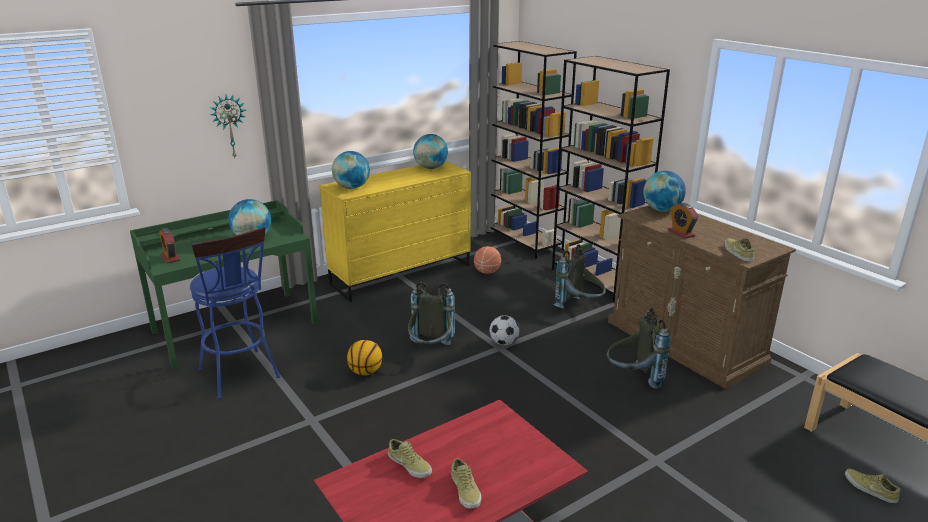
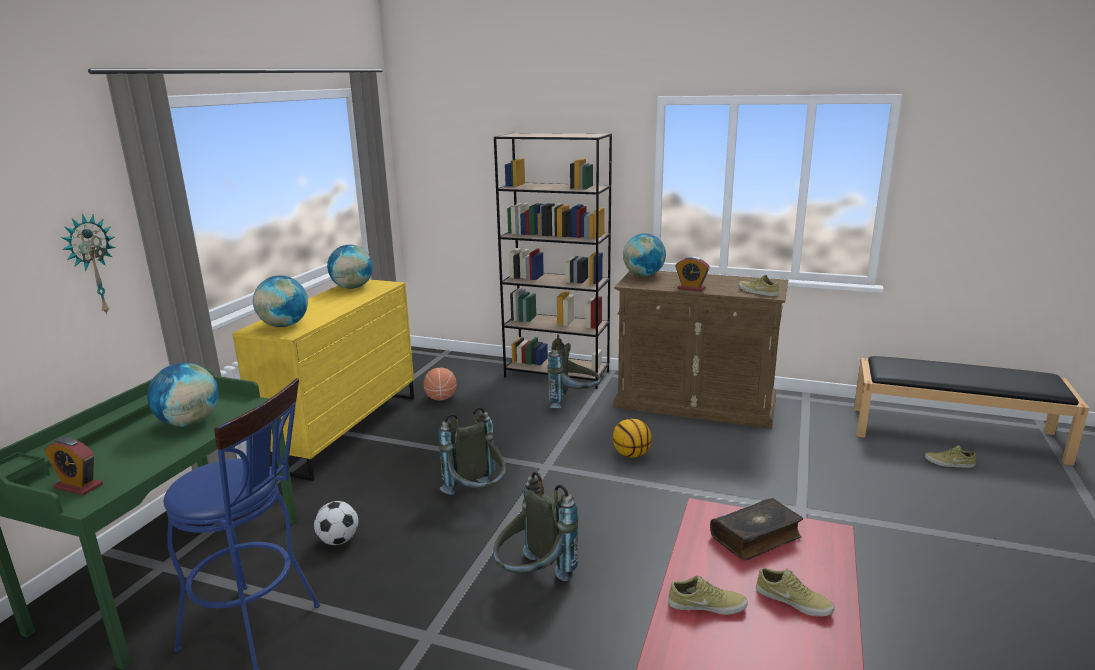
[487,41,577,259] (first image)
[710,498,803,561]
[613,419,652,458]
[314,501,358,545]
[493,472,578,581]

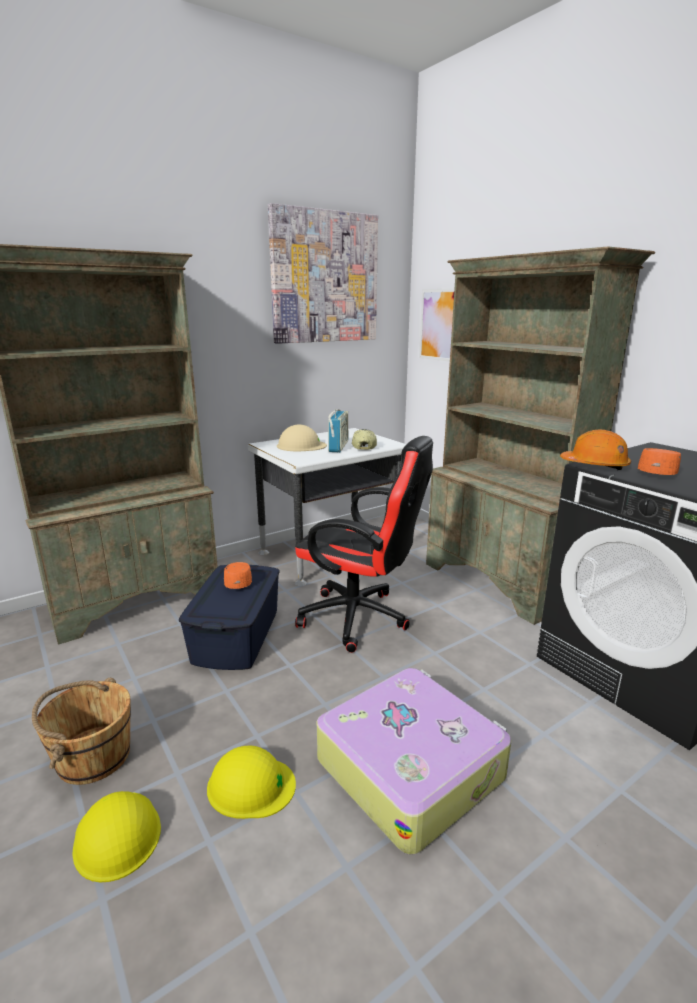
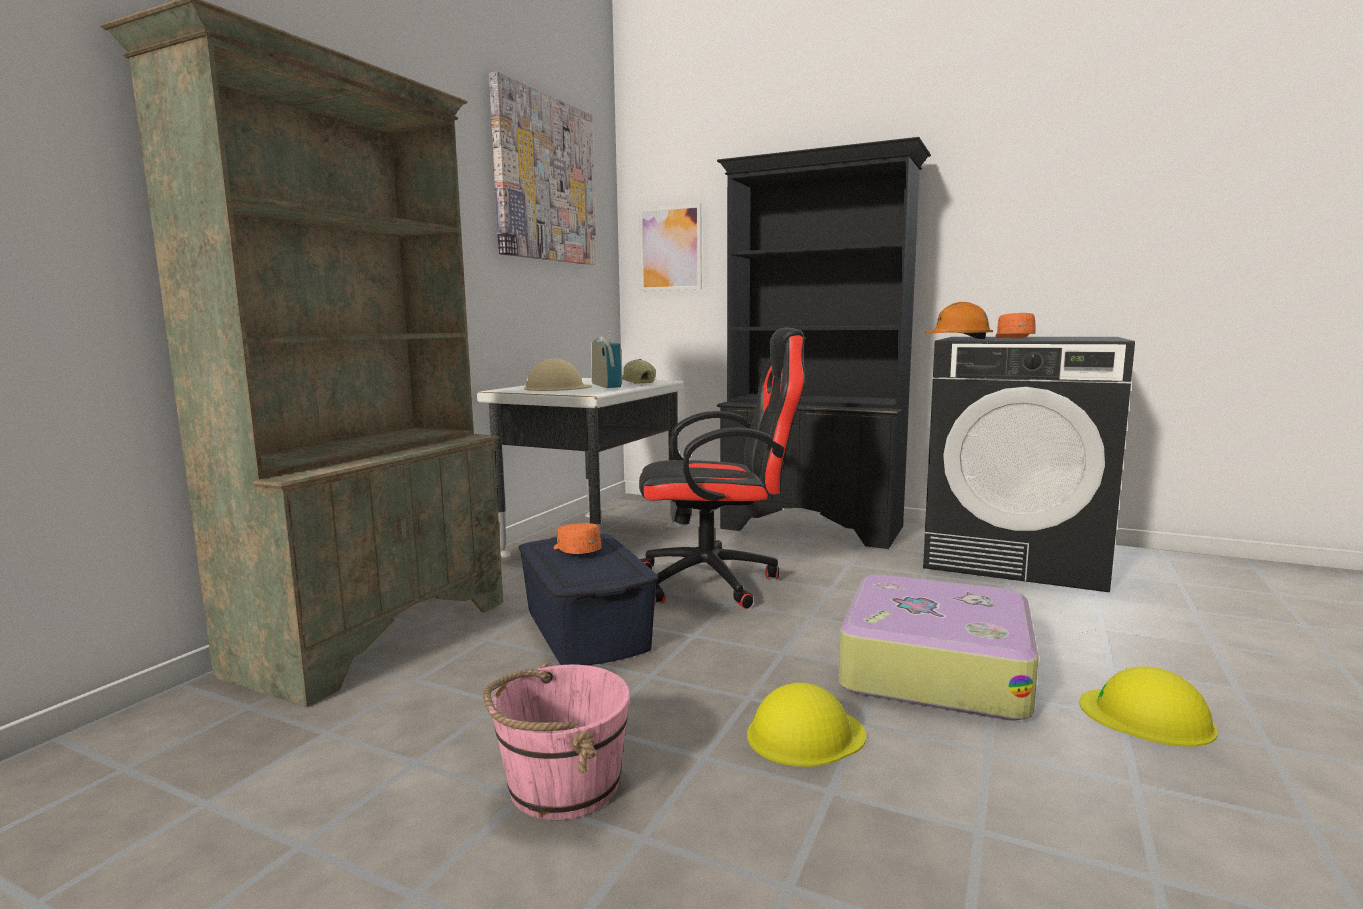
[1079,666,1218,747]
[483,663,630,820]
[717,137,931,549]

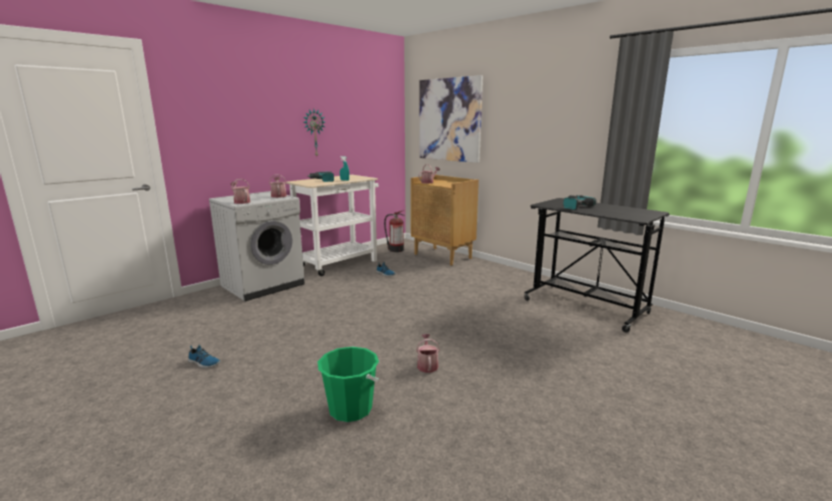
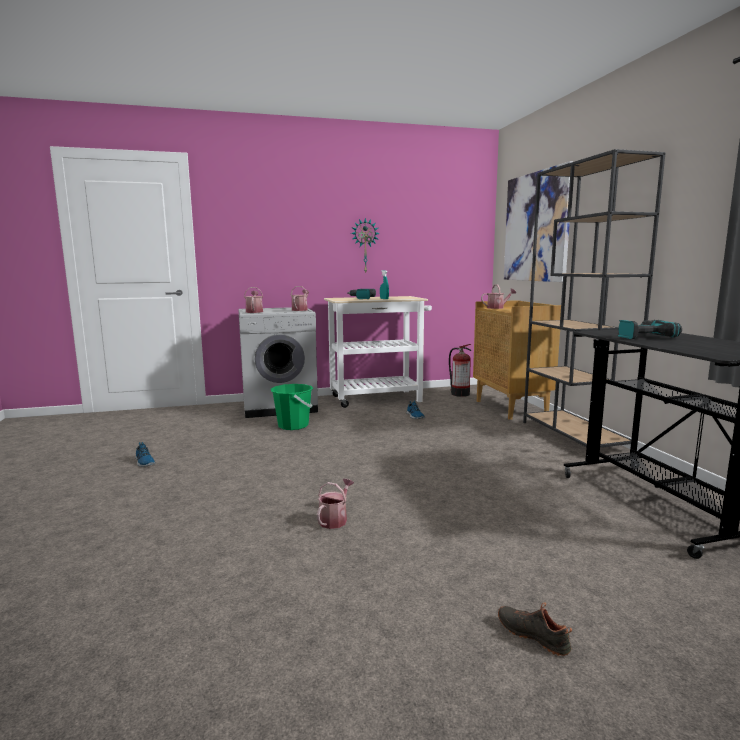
[498,602,572,656]
[523,149,666,448]
[271,384,313,430]

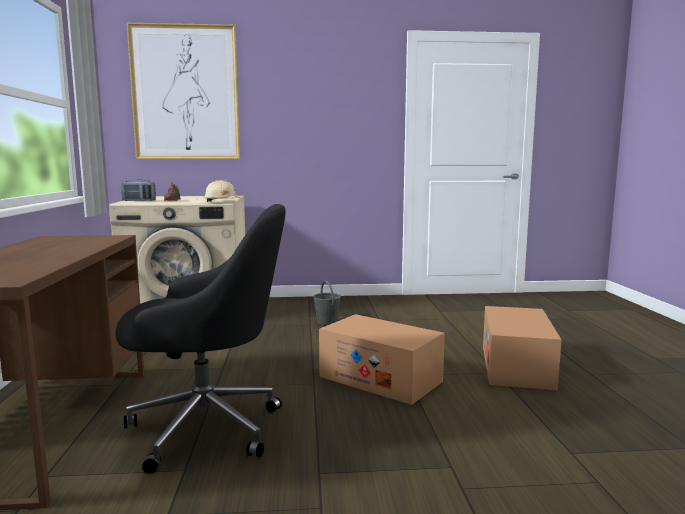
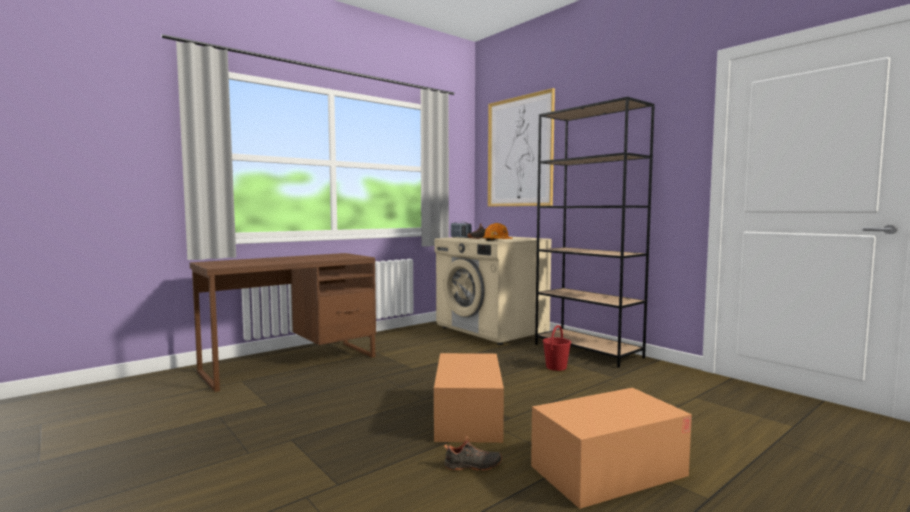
[116,204,286,474] (first image)
[444,436,502,471]
[535,97,655,368]
[483,223,512,241]
[543,325,571,371]

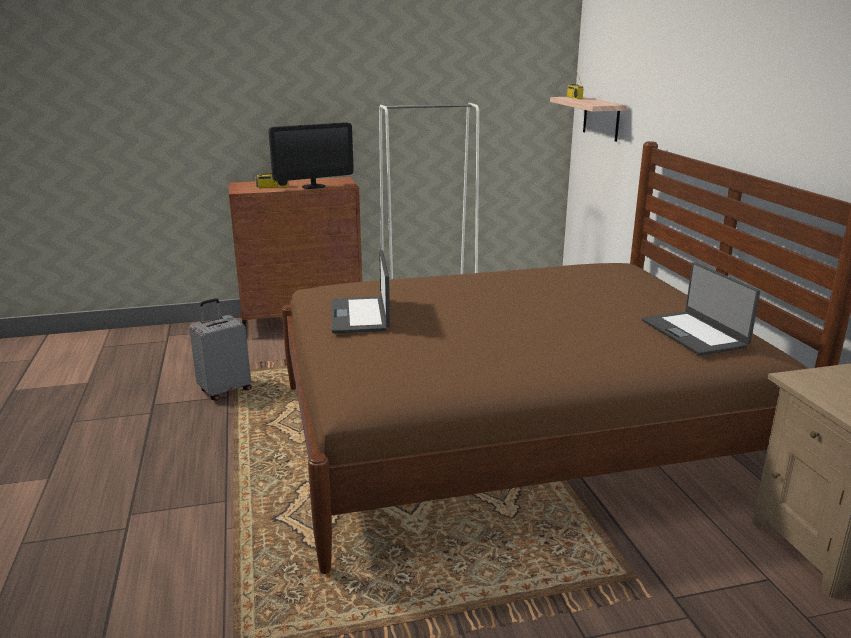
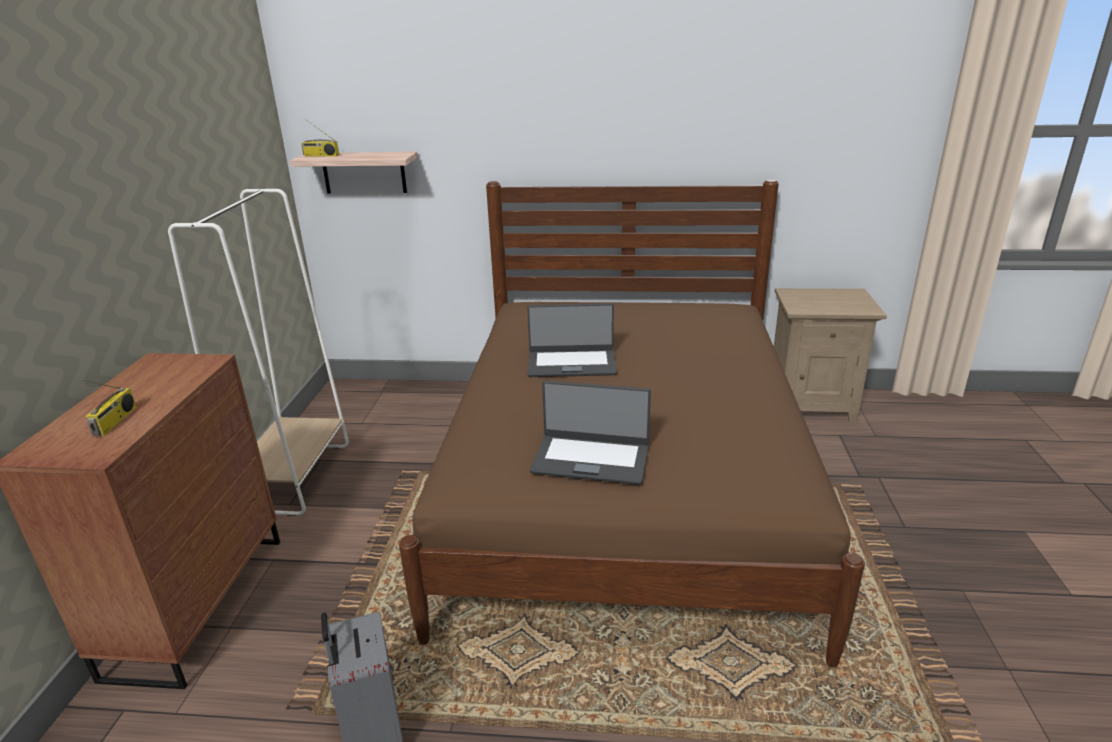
[269,122,353,189] (first image)
[527,303,617,377]

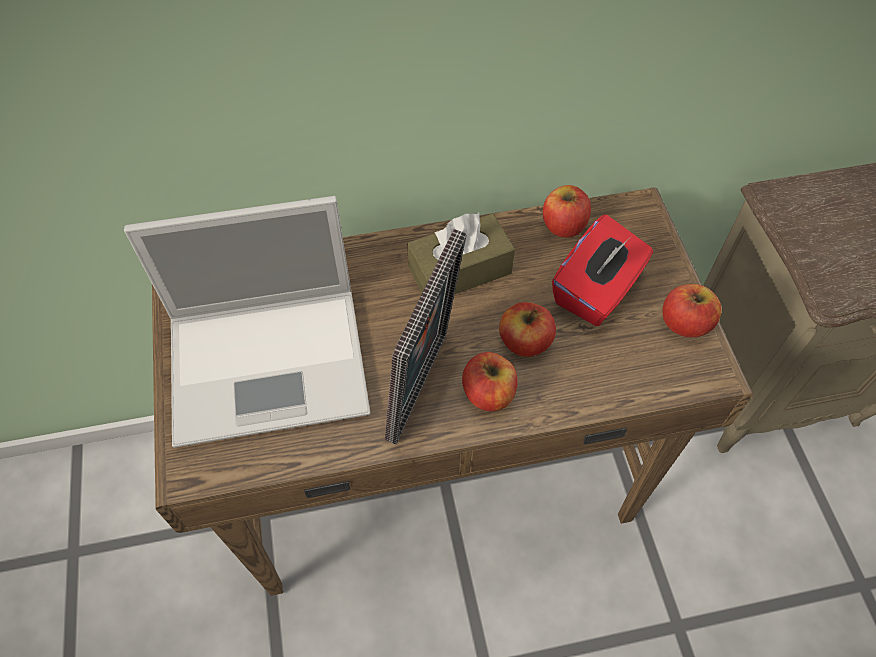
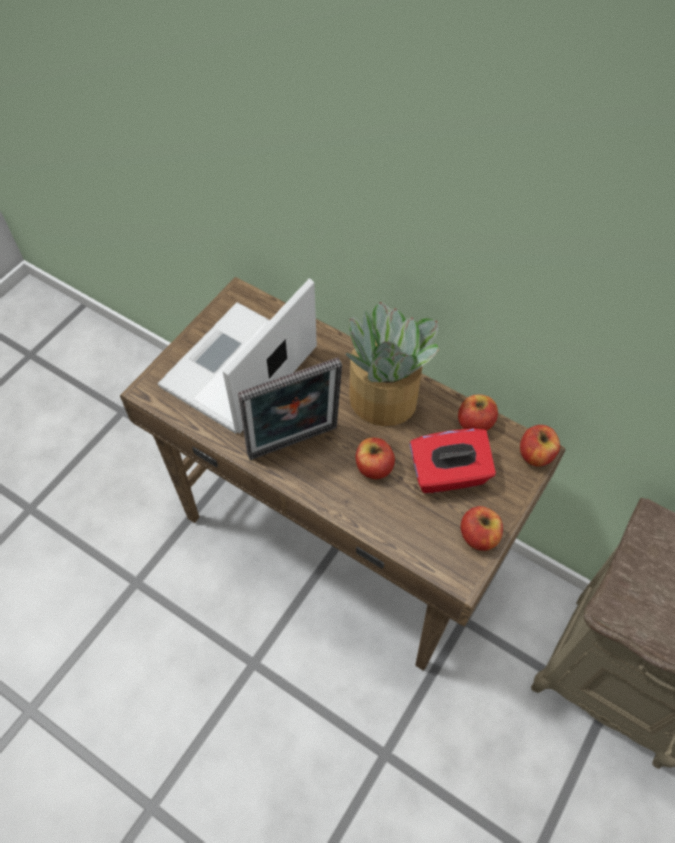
[520,425,560,467]
[346,302,438,426]
[158,278,317,434]

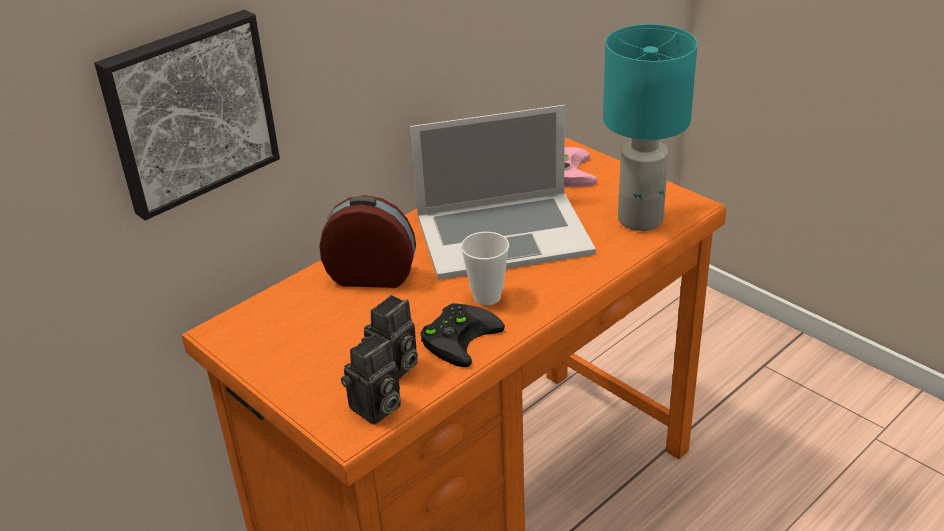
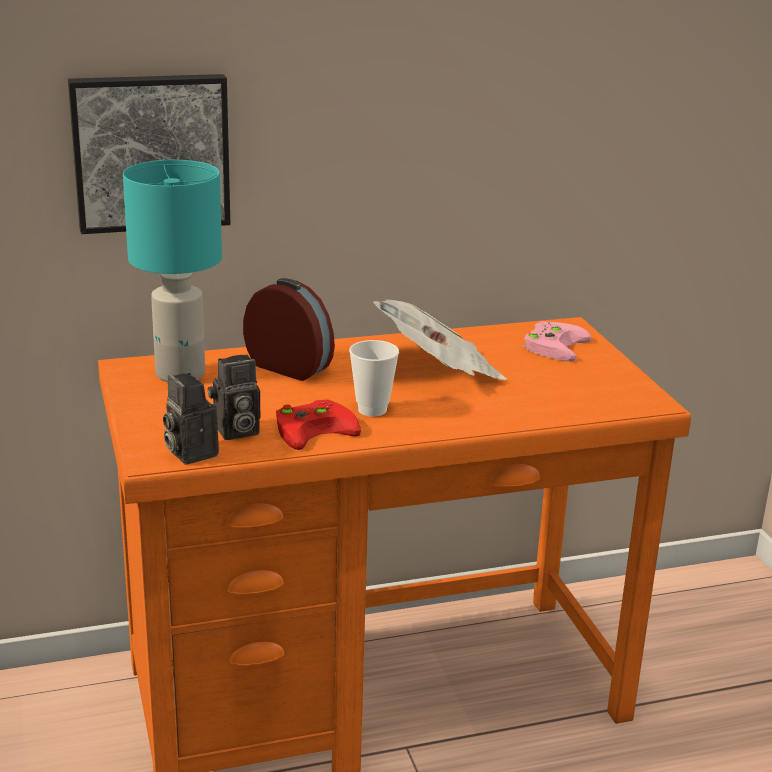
[123,160,222,382]
[373,299,507,380]
[276,399,361,450]
[163,373,219,465]

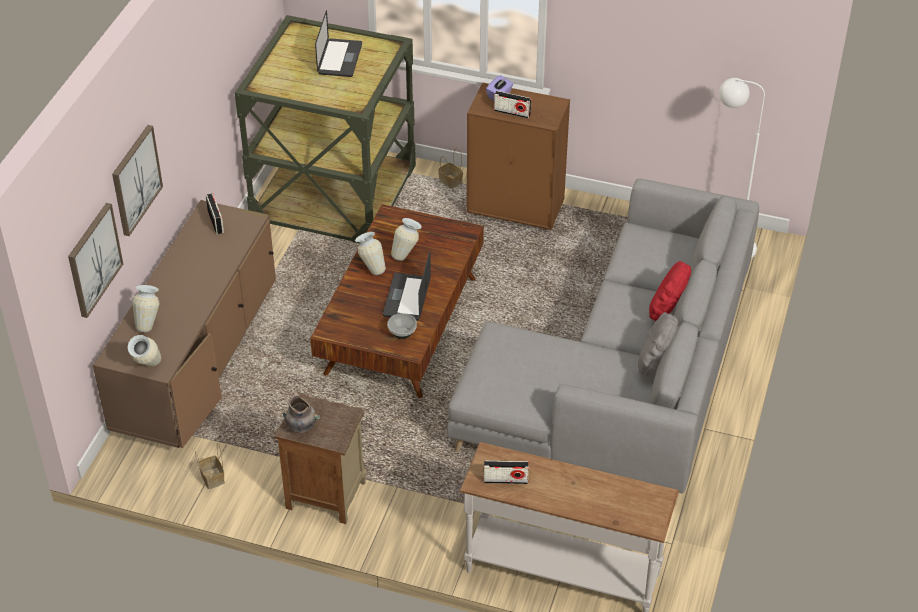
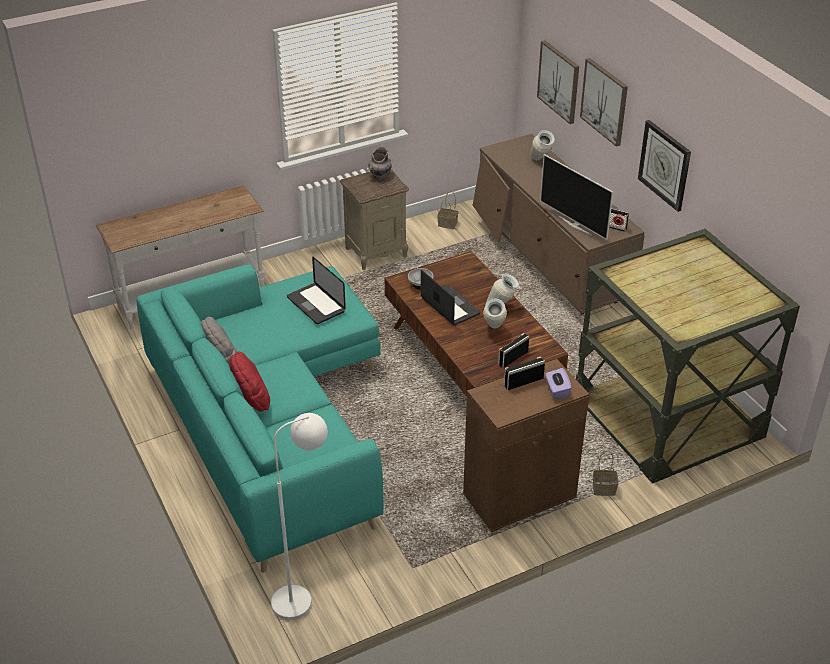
[127,335,161,366] (first image)
[540,154,613,240]
[638,120,691,212]
[287,256,346,324]
[498,333,529,368]
[137,264,383,573]

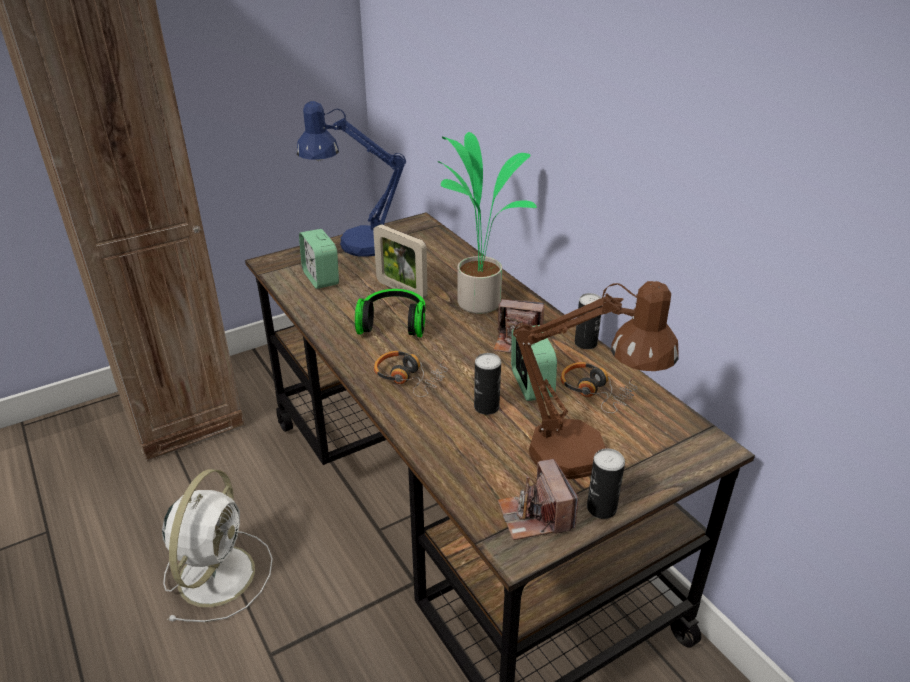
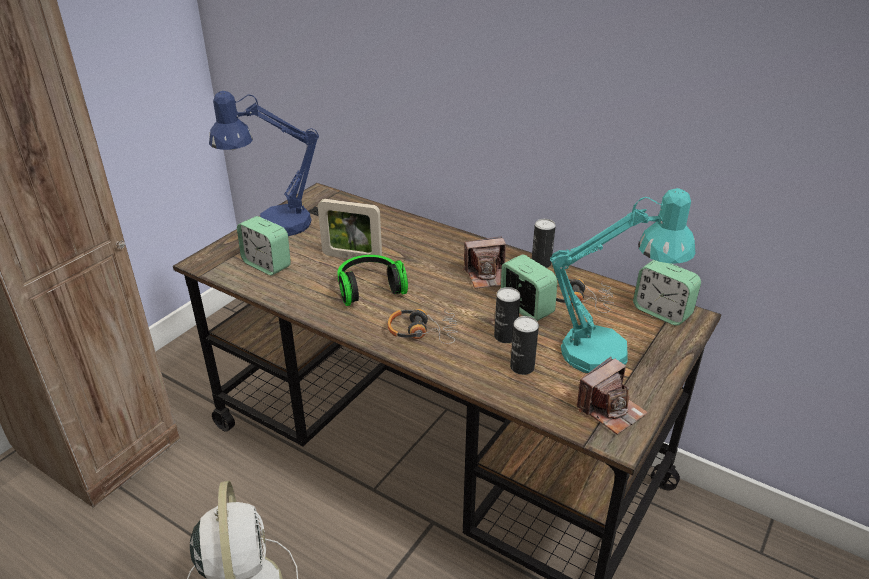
[437,132,537,314] (first image)
[633,260,701,326]
[510,316,539,375]
[550,188,695,373]
[576,357,648,435]

